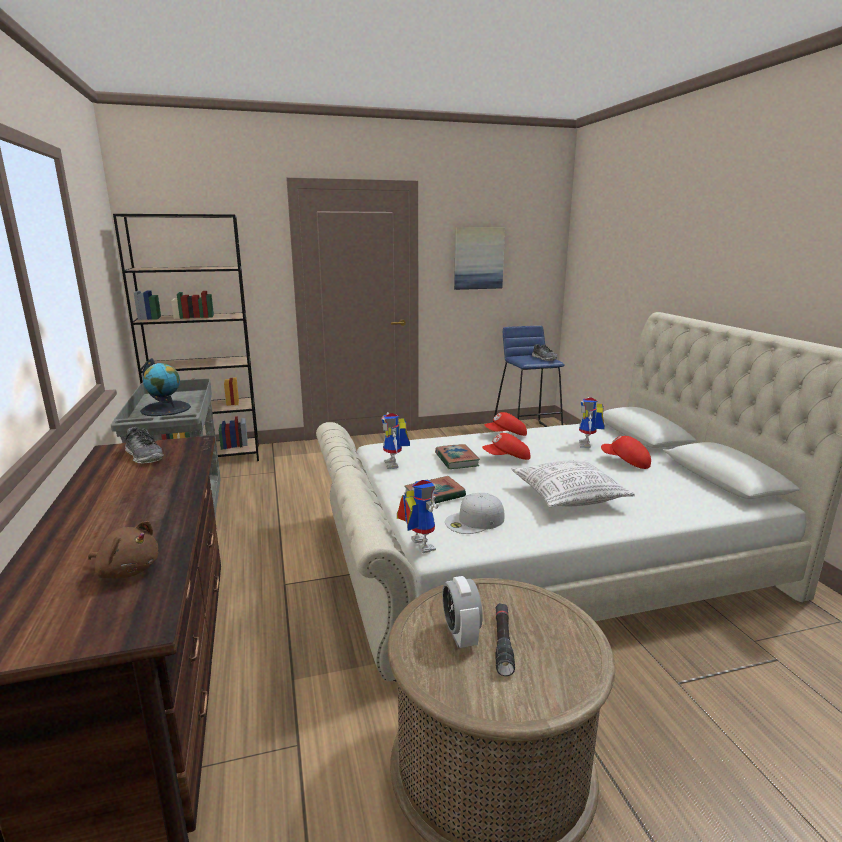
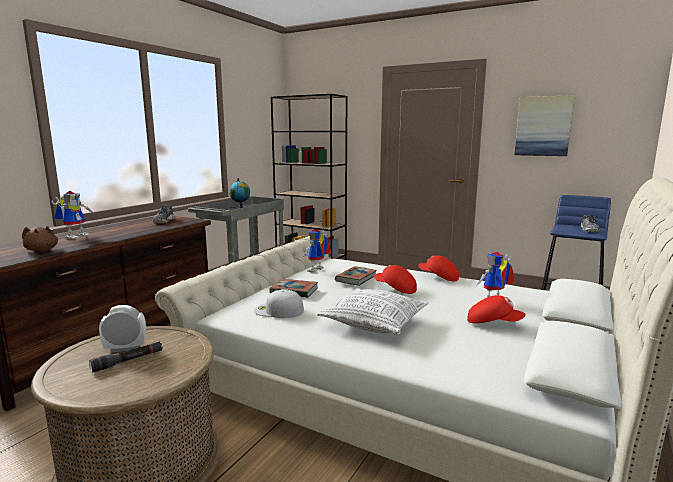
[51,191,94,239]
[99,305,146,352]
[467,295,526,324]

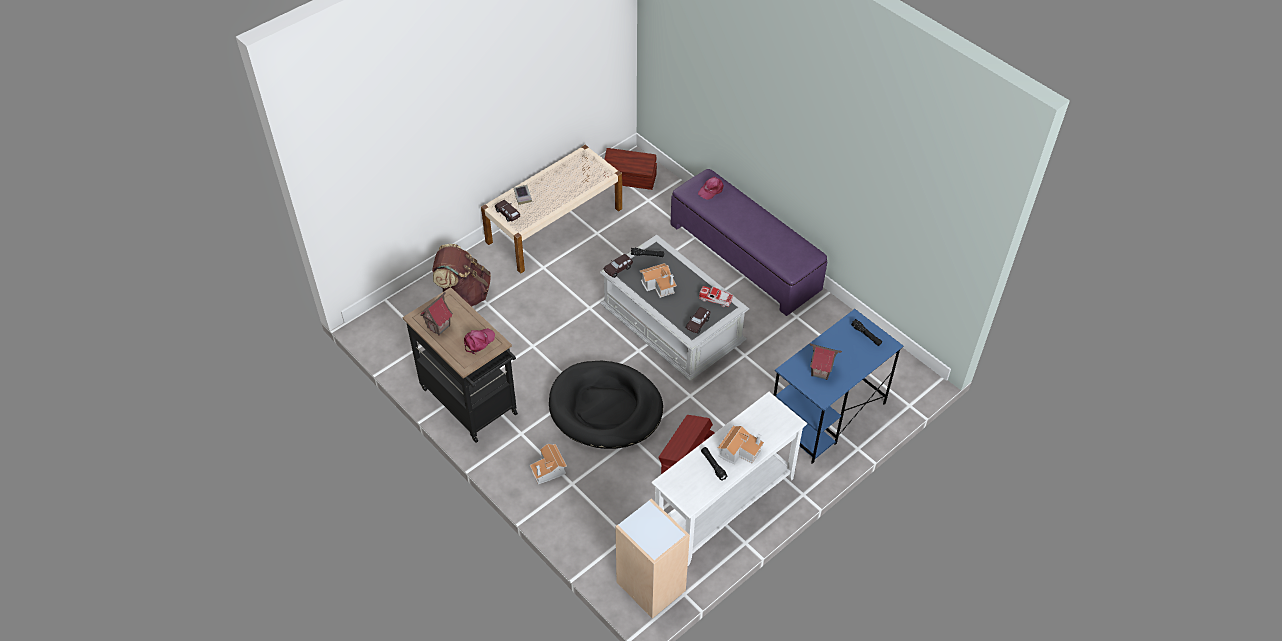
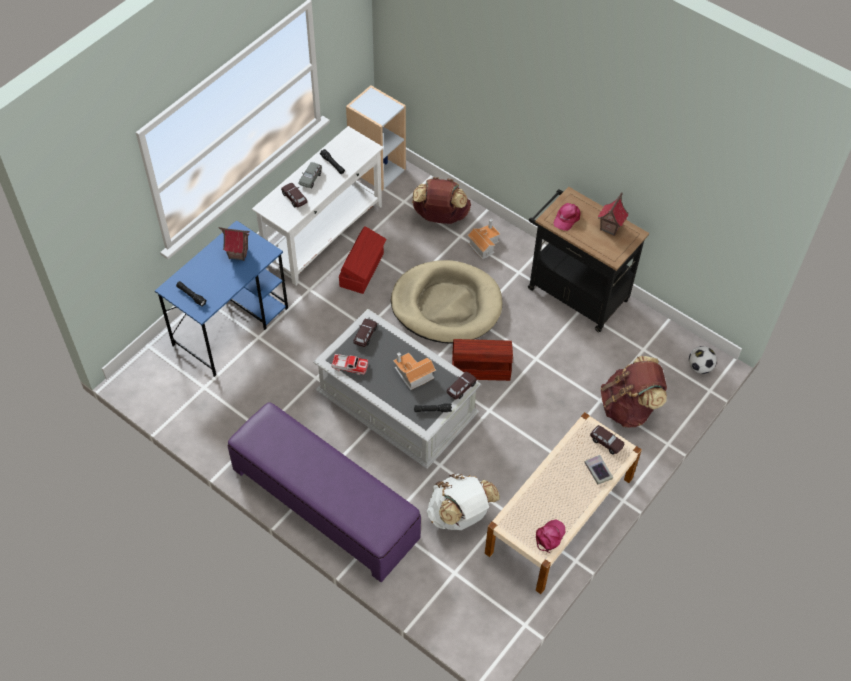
[281,183,307,208]
[412,177,471,224]
[426,473,500,530]
[689,346,717,374]
[452,339,513,381]
[536,519,565,553]
[299,162,322,188]
[391,260,502,344]

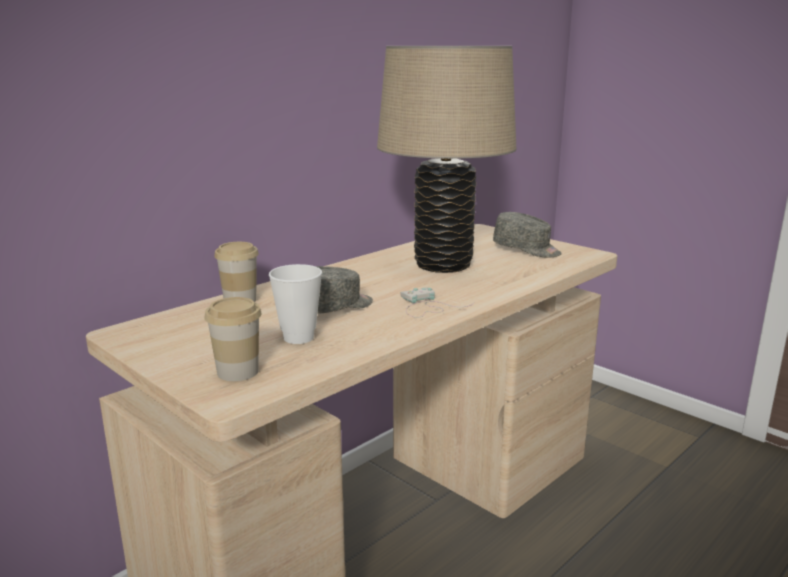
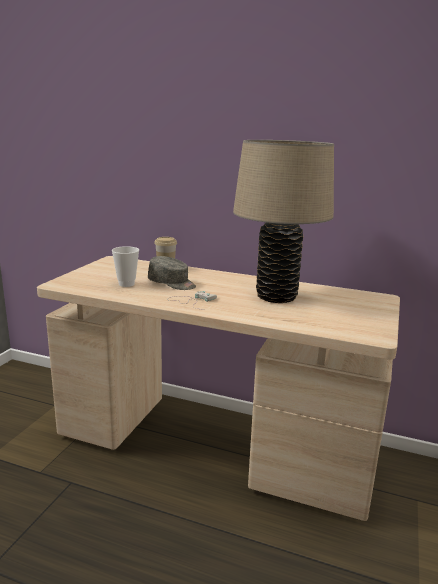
[205,297,262,381] (first image)
[493,212,562,258] (first image)

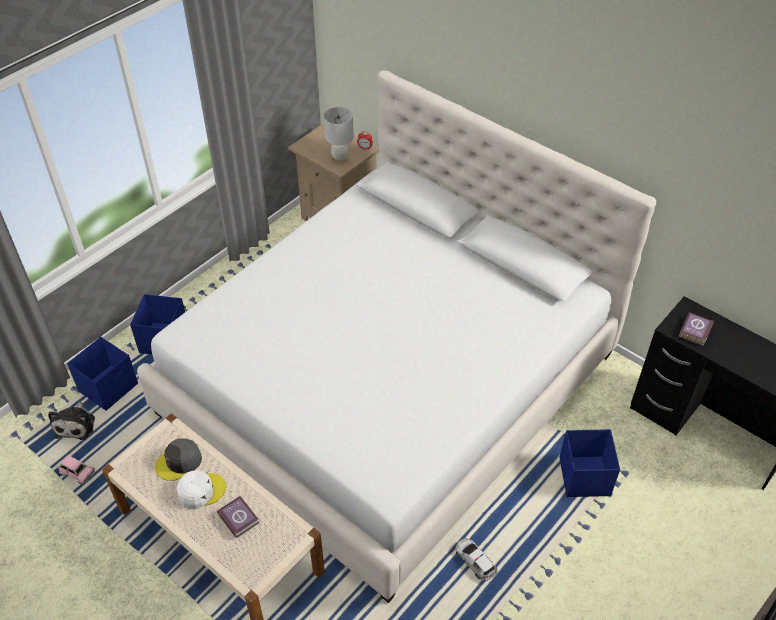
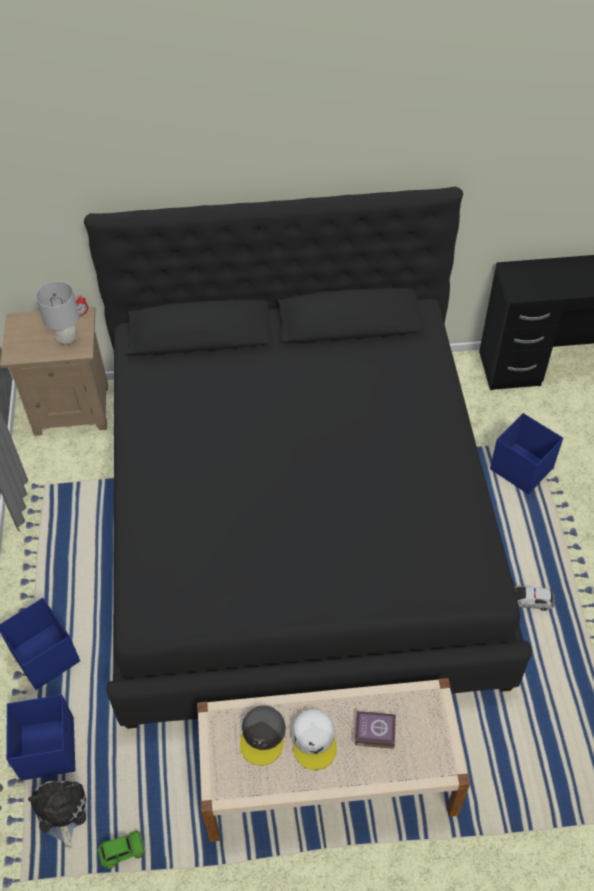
[678,312,714,346] (first image)
[97,830,145,869]
[84,187,532,729]
[28,780,87,849]
[291,710,337,770]

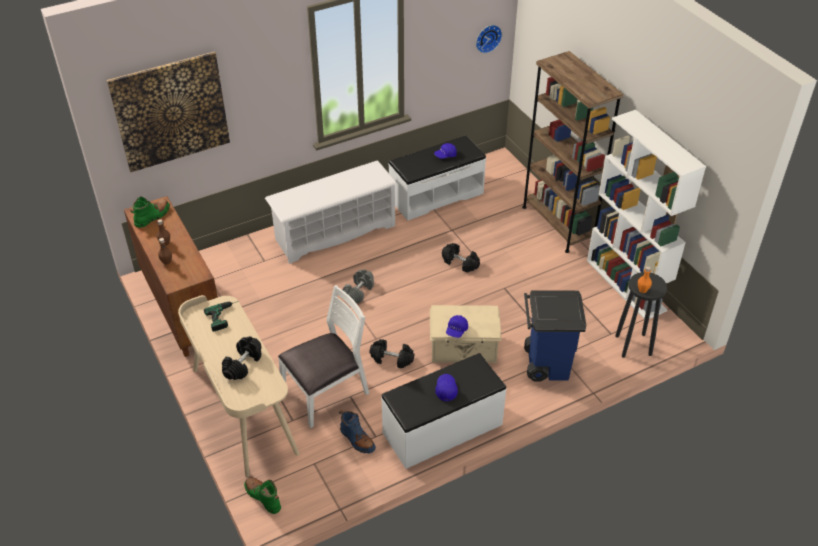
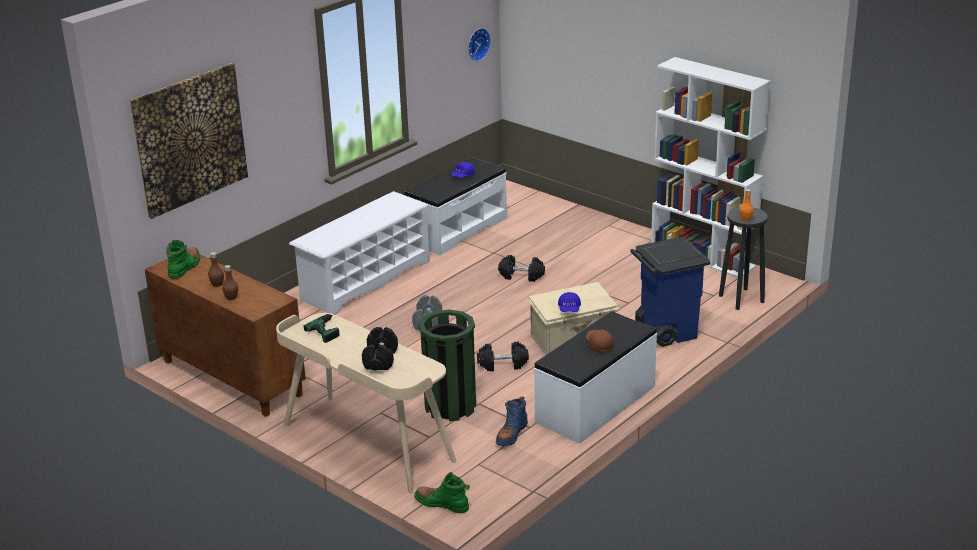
[522,51,624,253] (first image)
[419,309,476,422]
[586,330,614,353]
[496,396,528,446]

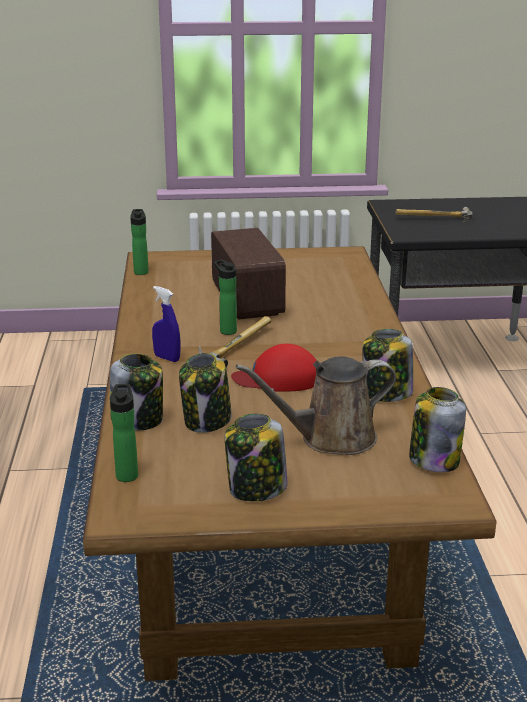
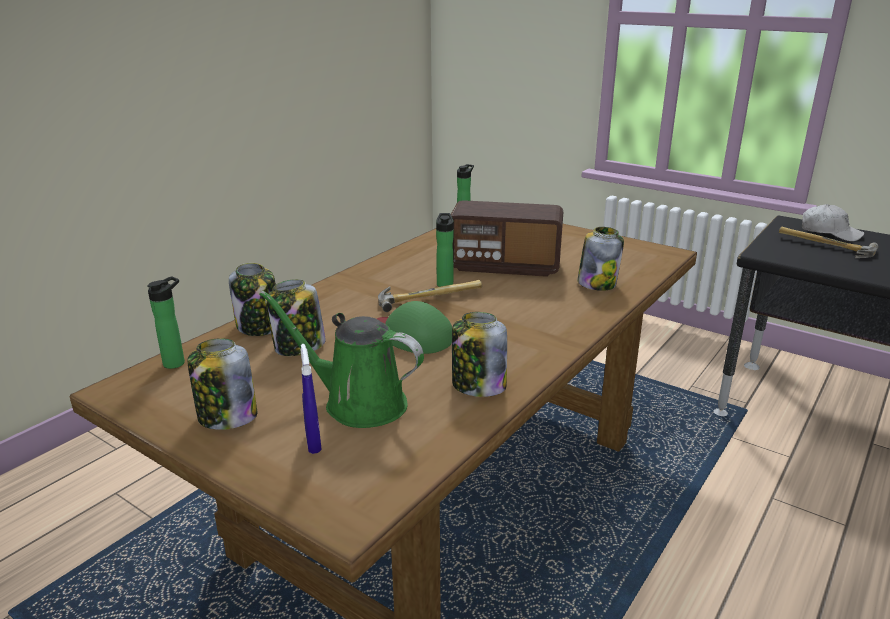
[802,204,864,242]
[300,344,322,454]
[577,227,624,291]
[377,301,452,354]
[259,291,424,428]
[451,200,563,277]

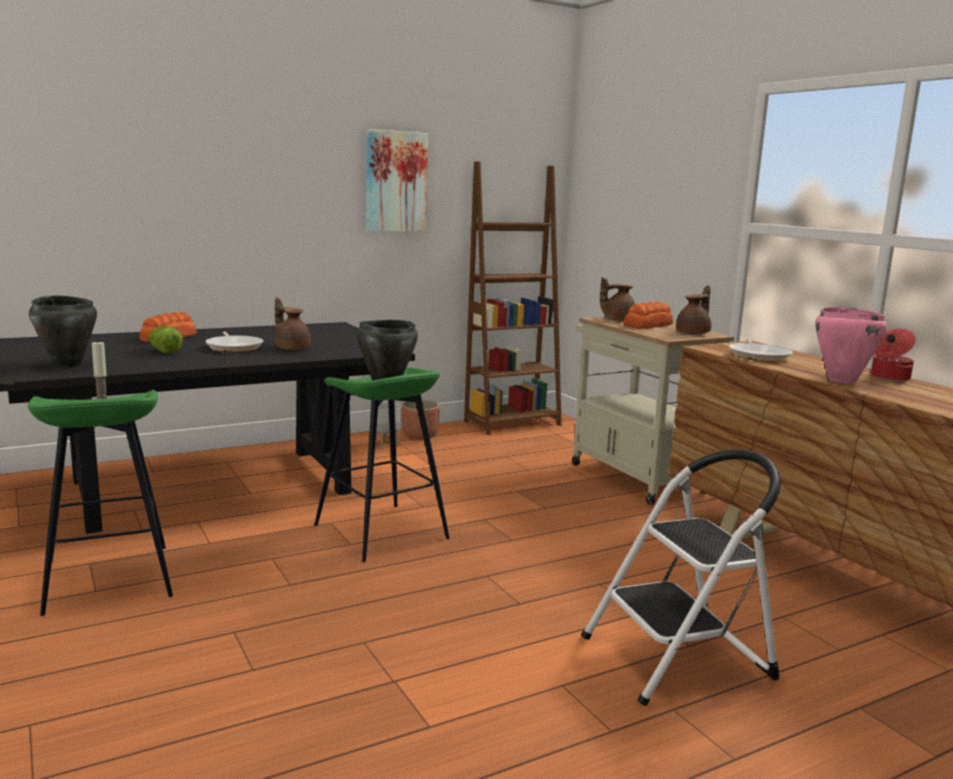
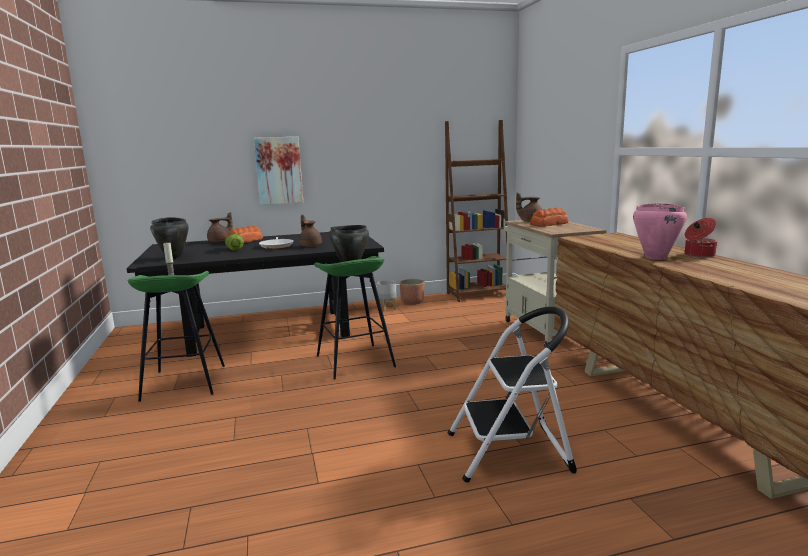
[729,339,793,362] (first image)
[254,137,303,205]
[207,212,233,242]

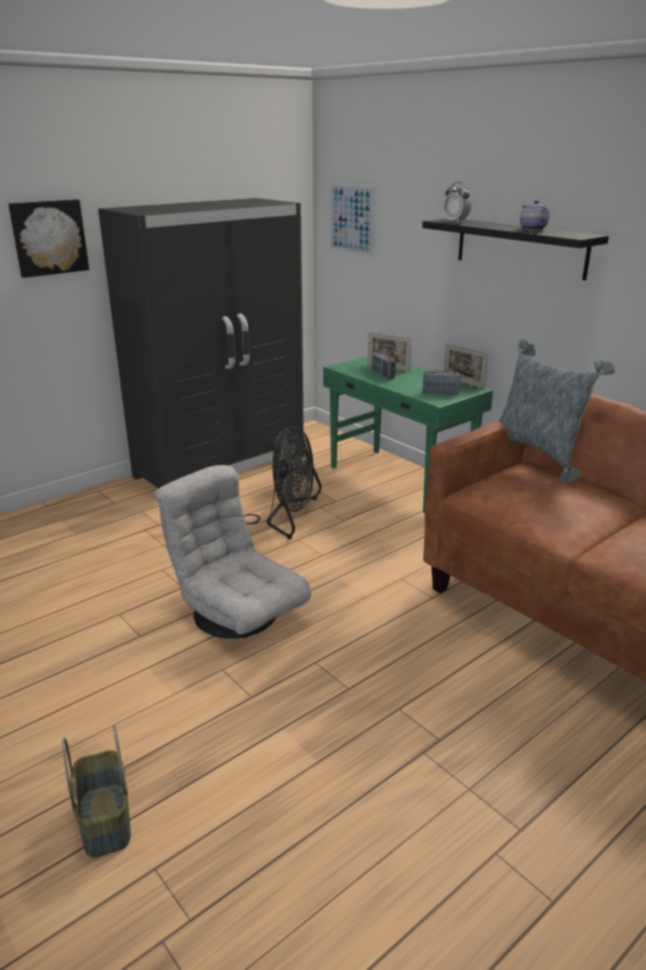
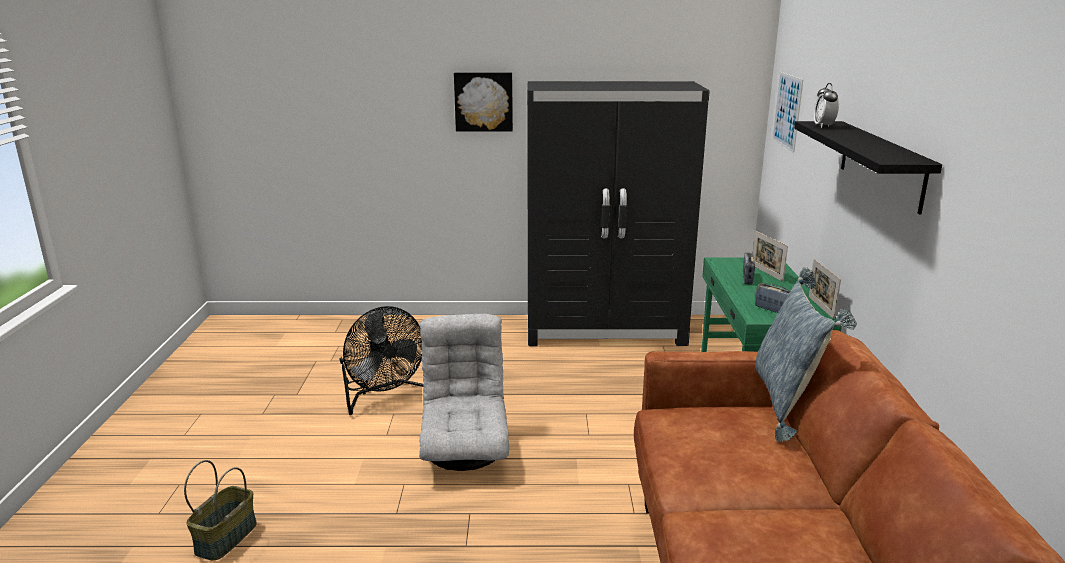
[520,200,549,230] (first image)
[339,306,423,415]

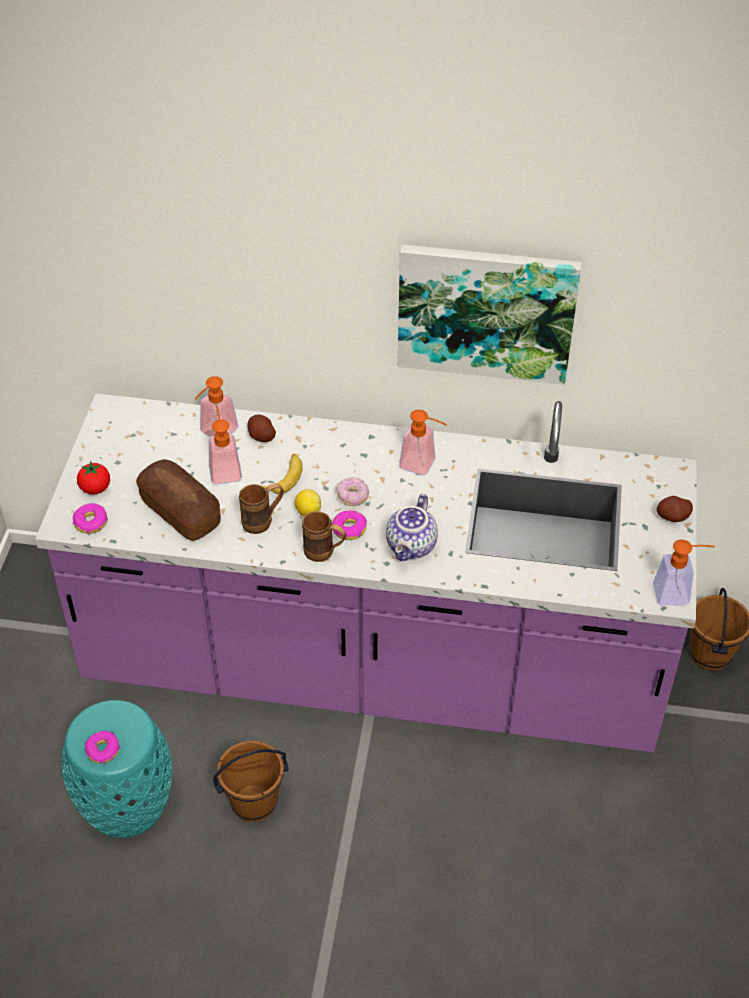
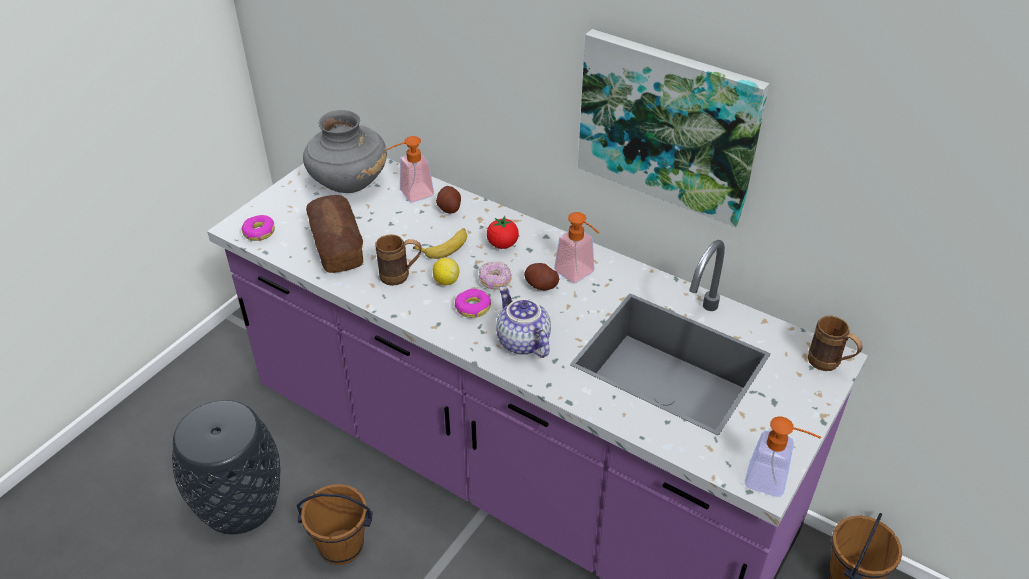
[85,731,120,764] (first image)
[209,406,242,485] (first image)
[303,110,387,193]
[487,216,519,249]
[808,315,863,371]
[524,263,559,290]
[172,400,280,534]
[496,286,551,358]

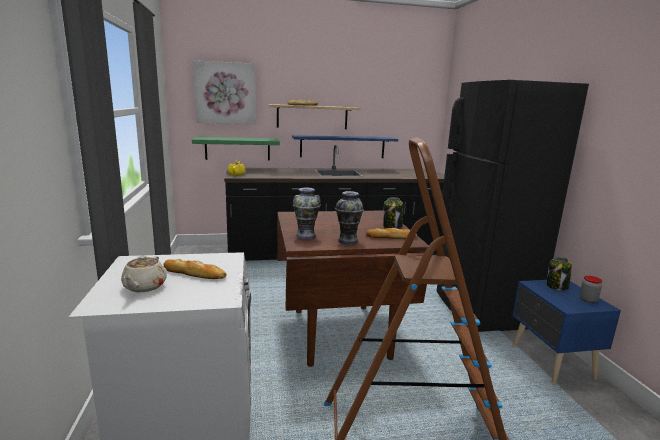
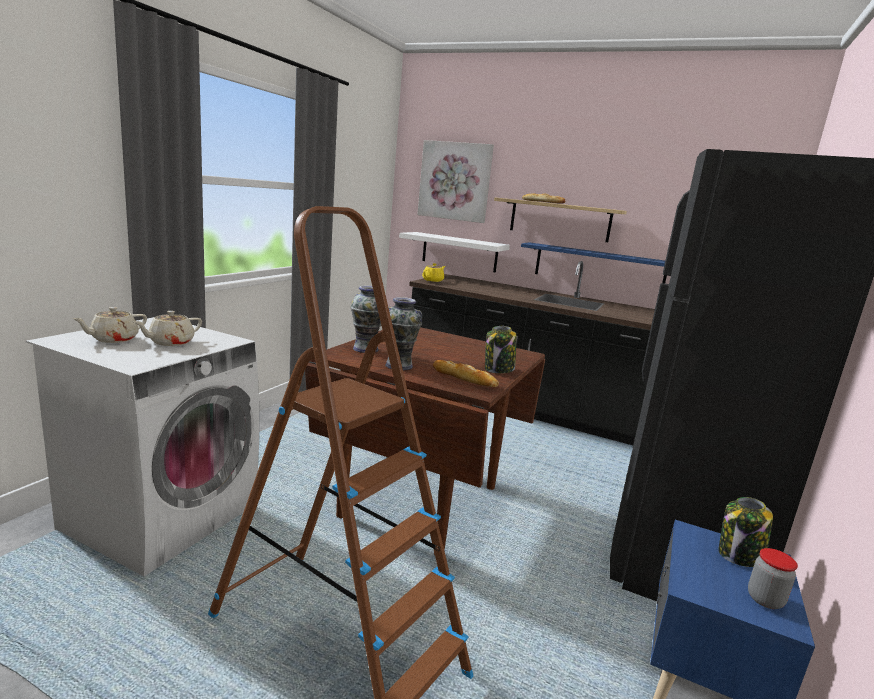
[134,311,202,346]
[399,232,510,273]

